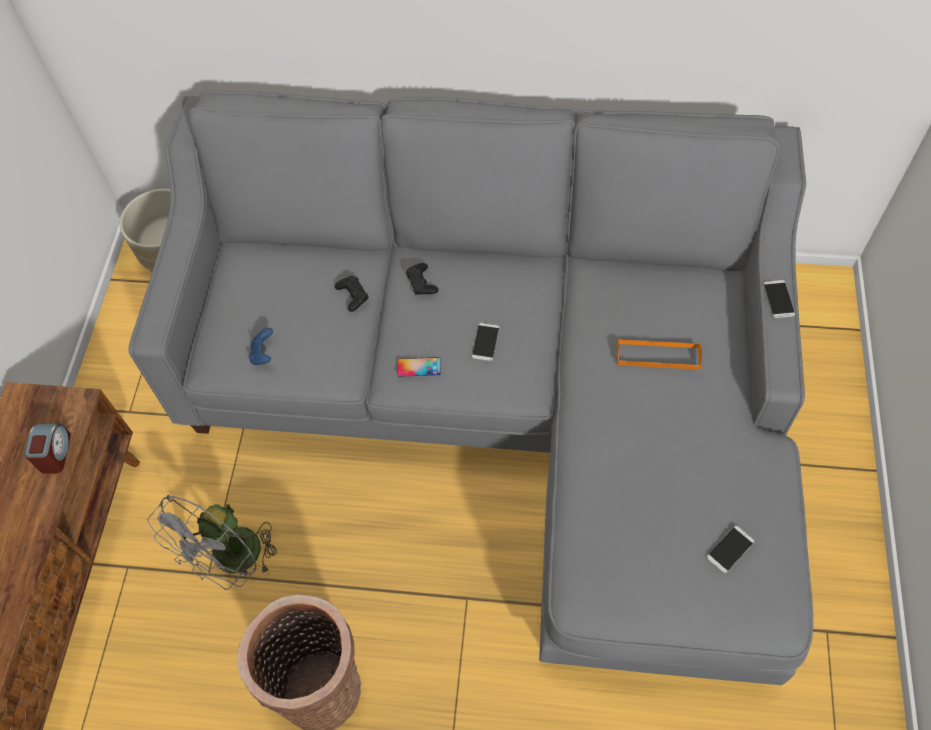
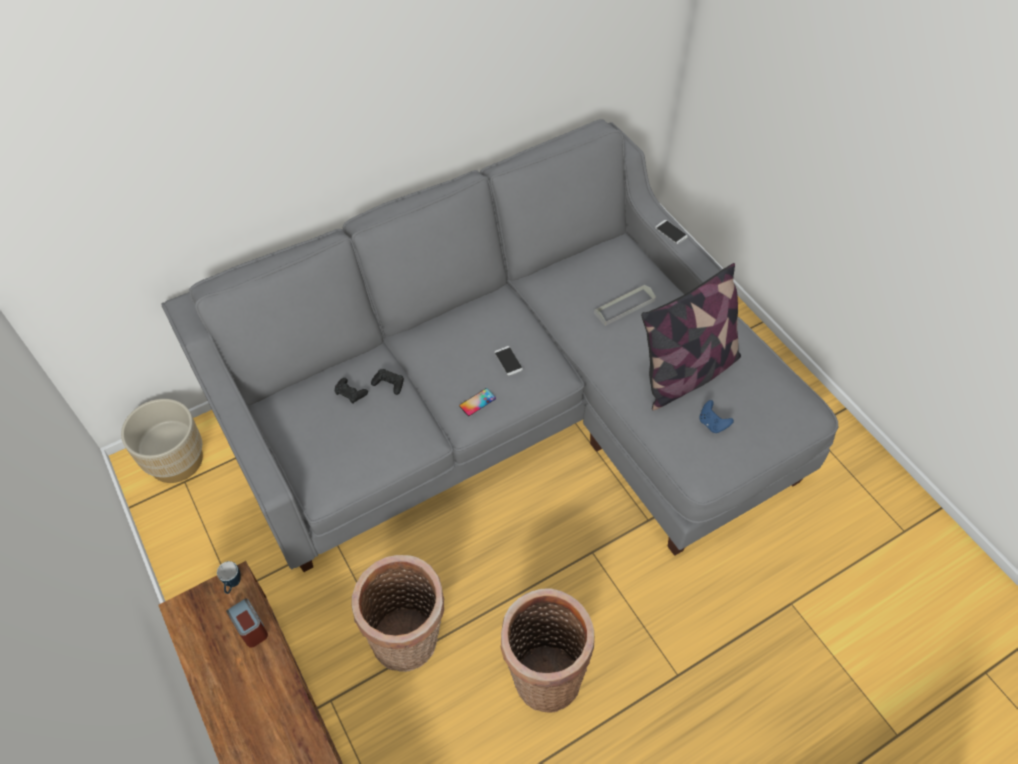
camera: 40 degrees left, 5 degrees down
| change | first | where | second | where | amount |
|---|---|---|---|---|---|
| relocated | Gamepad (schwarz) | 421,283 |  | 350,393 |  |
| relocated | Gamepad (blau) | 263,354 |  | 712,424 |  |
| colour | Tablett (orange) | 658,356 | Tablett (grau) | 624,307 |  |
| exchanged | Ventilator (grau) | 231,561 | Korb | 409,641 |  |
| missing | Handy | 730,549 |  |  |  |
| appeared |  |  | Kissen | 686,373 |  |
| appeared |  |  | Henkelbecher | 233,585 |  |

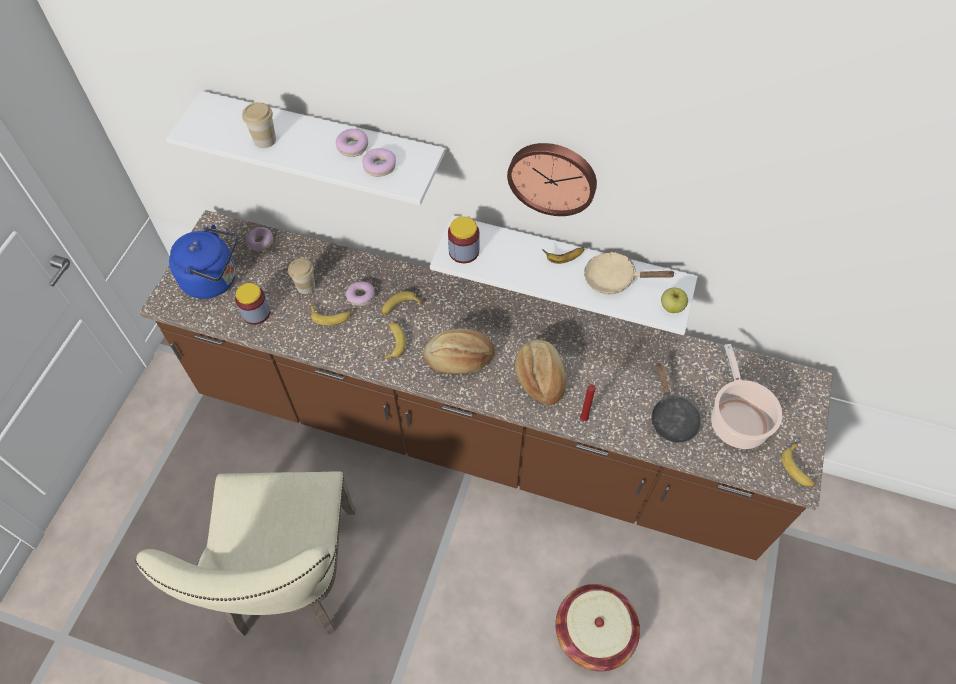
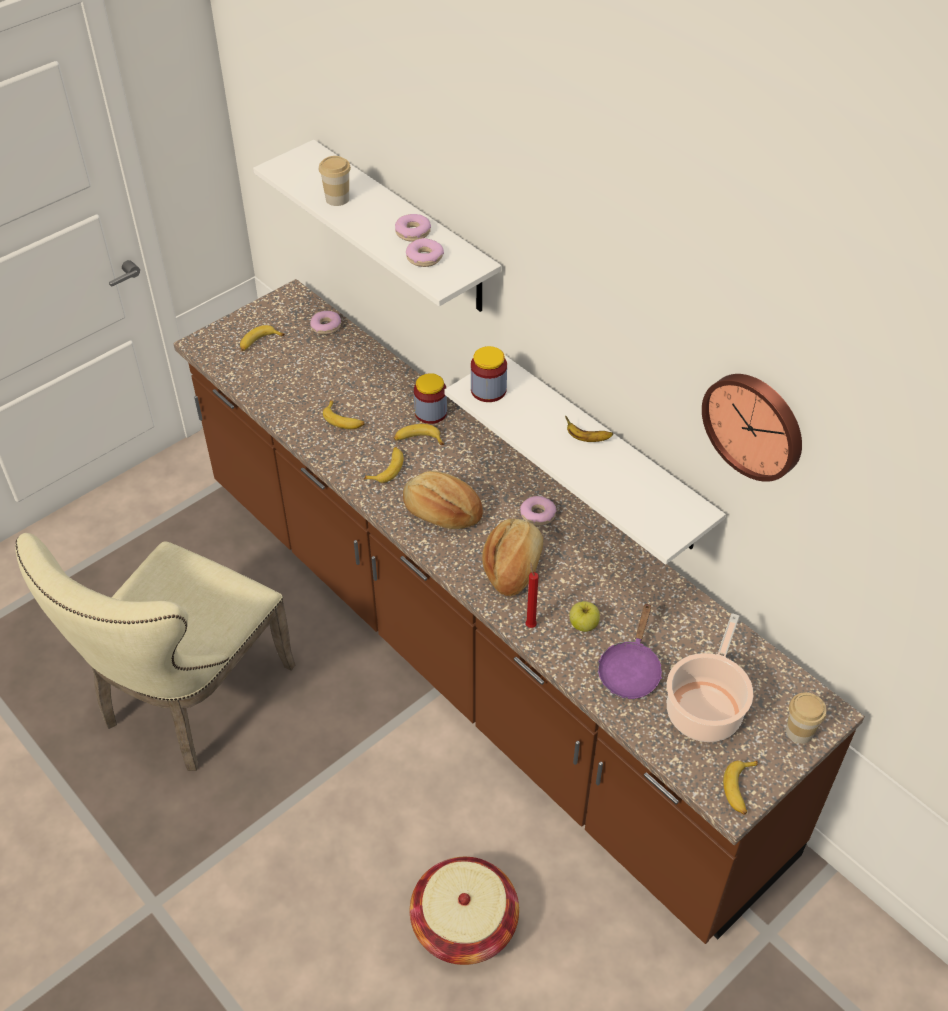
camera: 30 degrees right, 10 degrees down
| change | first | where | second | where | amount |
|---|---|---|---|---|---|
| relocated | Wanduhr | 553,177 |  | 755,424 |  |
| exchanged | Wasserkessel (blau) | 214,280 | Banane | 259,342 |  |
| missing | Pfanne (beige) | 615,279 |  |  |  |
| relocated | Tasse | 306,286 |  | 799,731 |  |
| relocated | Donut | 361,296 |  | 538,515 |  |
| relocated | Vorratsglas | 256,313 |  | 430,412 |  |
| relocated | Apfel | 671,307 |  | 583,624 |  |
| colour | Pfanne (schwarz) | 671,417 | Pfanne (lila) | 630,670 |  |

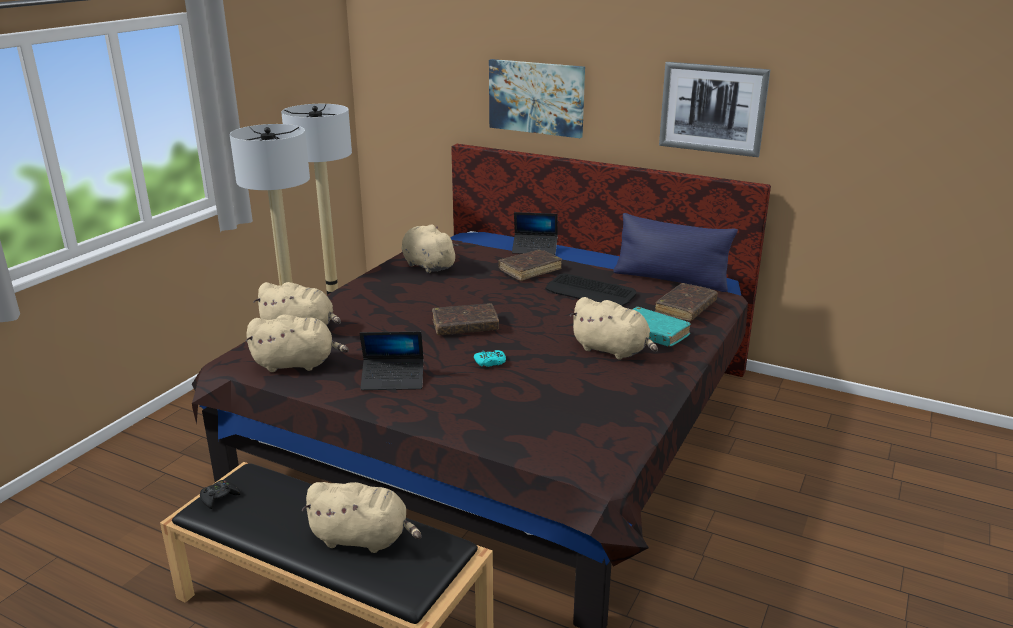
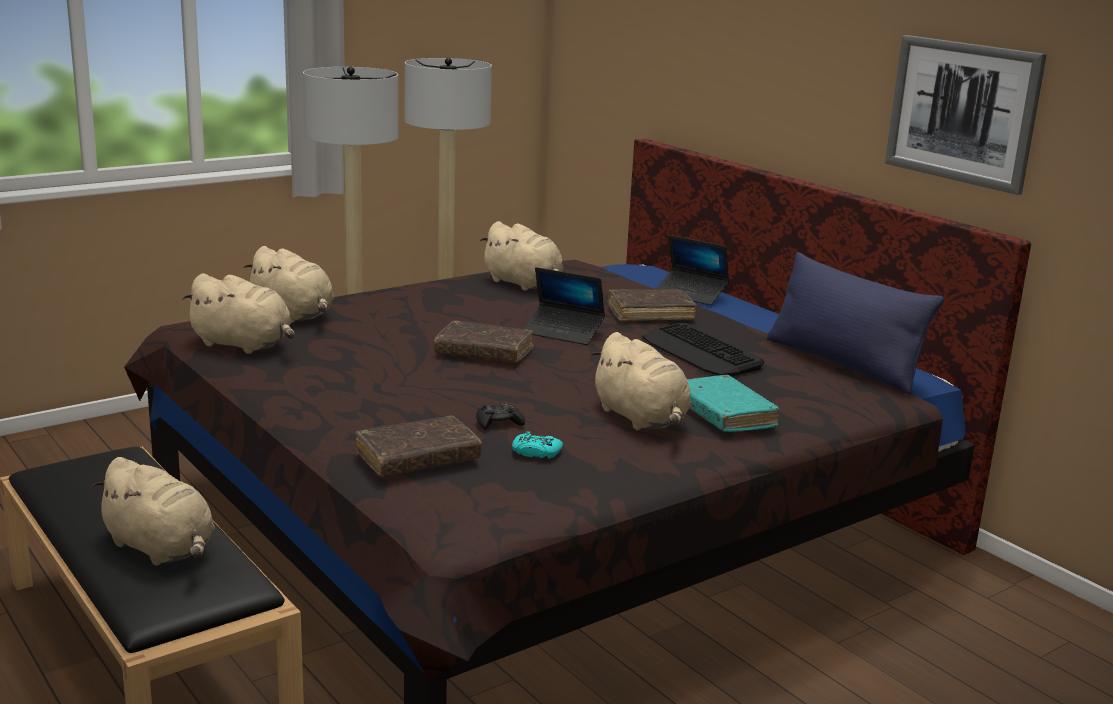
camera: 25 degrees right, 5 degrees down
| change | first | where | second | where | amount |
|---|---|---|---|---|---|
| missing | Bild | 536,97 |  |  |  |
| spun | Plüschtier (beige) | 427,266 |  | 524,284 | 150 degrees clockwise |
| relocated | Buch (braun) | 685,308 |  | 418,458 |  |
| relocated | Laptop | 393,380 |  | 563,332 |  |
| relocated | Gamepad (türkis) | 490,362 |  | 536,452 |  |
| relocated | Gamepad (schwarz) | 219,497 |  | 498,423 |  |

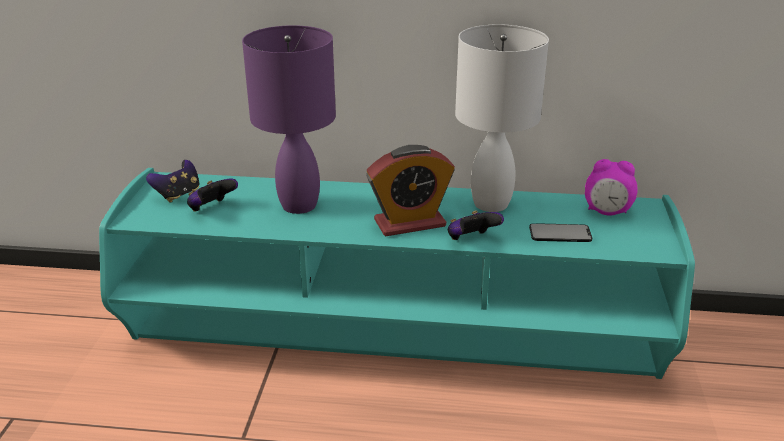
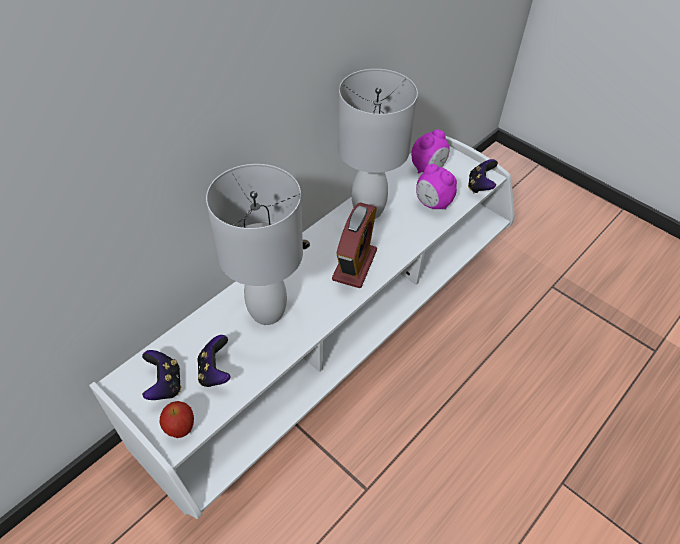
camera: 55 degrees left, 20 degrees up
| change | first | where | second | where | amount |
|---|---|---|---|---|---|
| colour | Tischlampe (lila) | 300,205 | Tischlampe (weiß) | 267,310 |  |
| colour | Fernsehschrank (türkis) | 393,337 | Fernsehschrank (weiß) | 337,341 |  |
| relocated | Gamepad | 471,240 |  | 480,186 |  |
| exchanged | Handy | 560,233 | Wecker | 432,204 |  |
| appeared |  |  | Apfel | 181,429 |  |

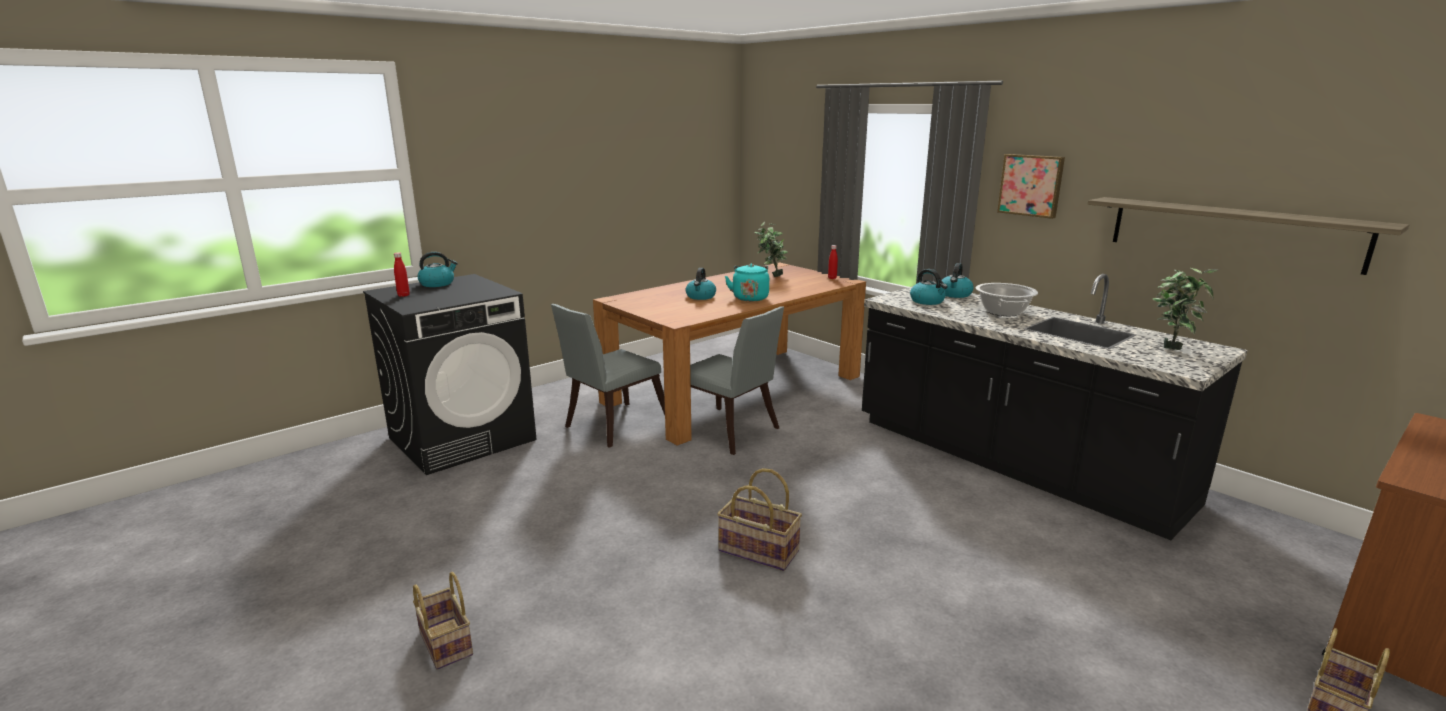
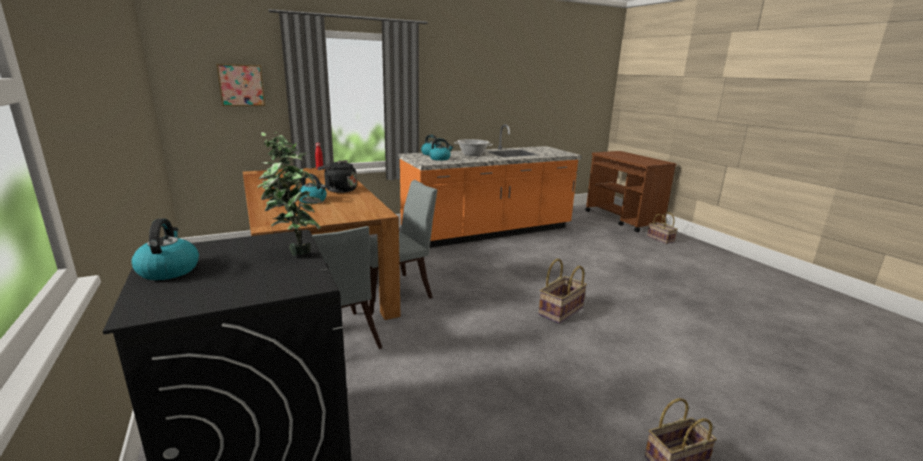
camera: 75 degrees left, 0 degrees up
| change | first | where | second | where | amount |
|---|---|---|---|---|---|
| relocated | Bild | 1031,185 |  | 241,85 |  |
| missing | Wandregal | 1231,232 |  |  |  |
| missing | Flasche (rot) | 403,295 |  |  |  |
| colour | Wasserkessel (türkis) | 750,297 | Wasserkessel (schwarz) | 339,190 |  |
| relocated | Topfpflanze | 1171,347 |  | 295,251 |  |
| colour | Küchenzeile (schwarz) | 1013,461 | Küchenzeile (orange) | 488,232 |  |

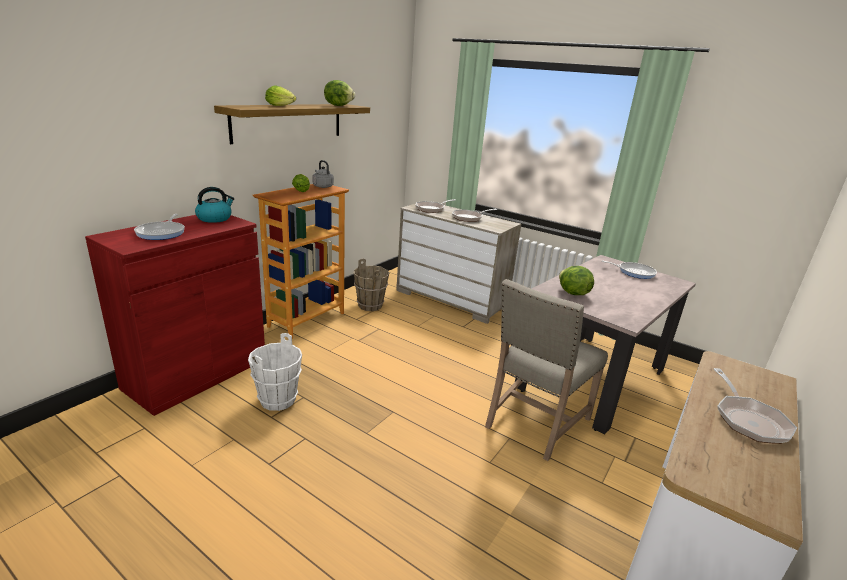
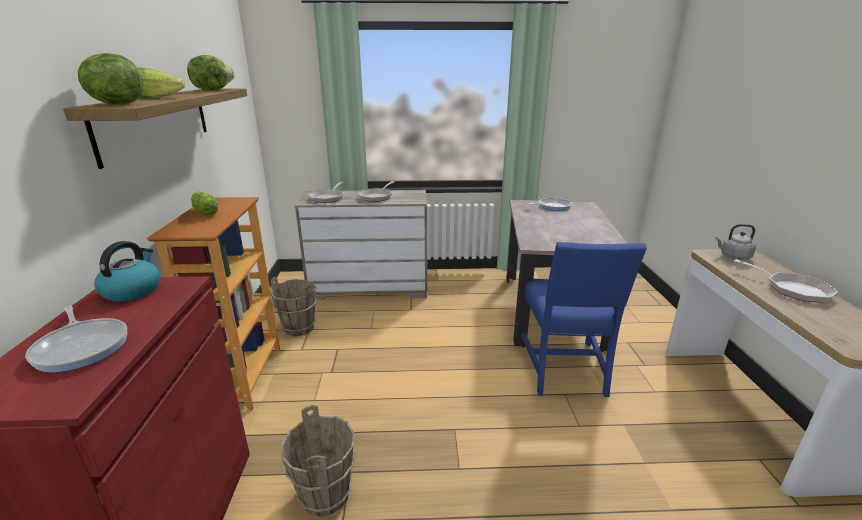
camera: 35 degrees left, 0 degrees up
| change | first | where | second | where | amount |
|---|---|---|---|---|---|
| relocated | Wasserkessel (grau) | 322,186 |  | 733,256 |  |
| relocated | Salatkopf | 572,293 |  | 116,105 |  |
| colour | Stuhl (beige) | 534,423 | Stuhl (blau) | 563,369 |  |
| colour | Eimer (weiß) | 278,400 | Eimer (braun) | 326,494 |  |

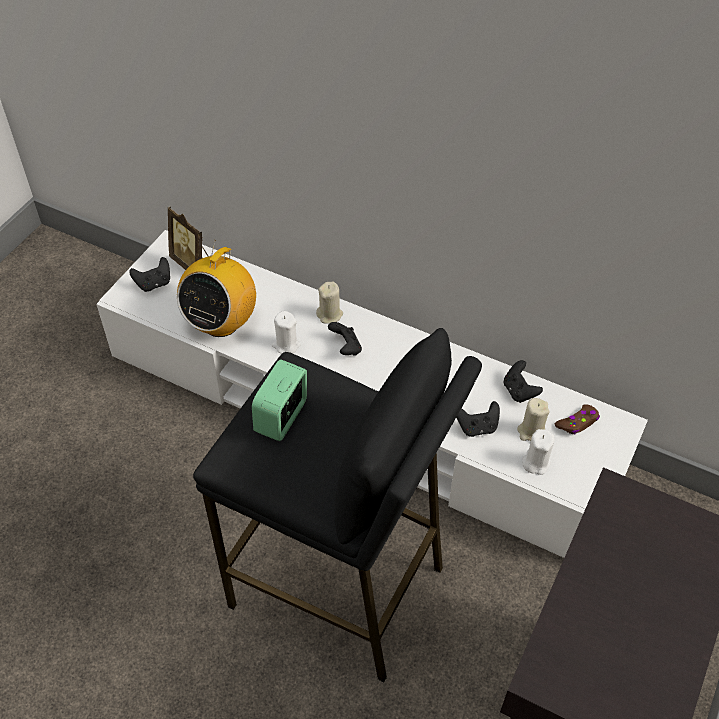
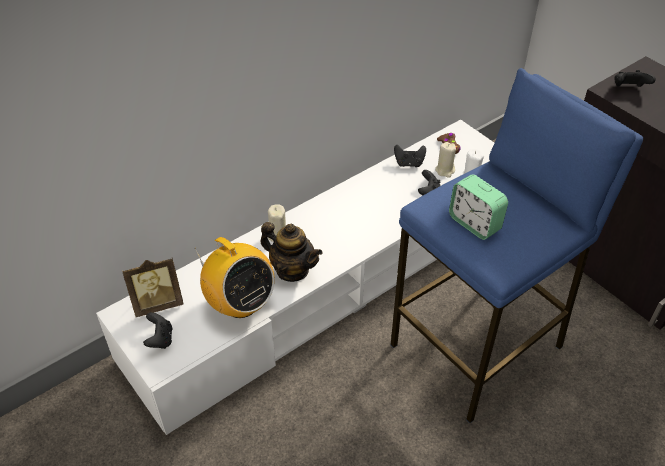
camera: 65 degrees left, 5 degrees down
| change | first | where | second | where | amount |
|---|---|---|---|---|---|
| exchanged | Kerze (weiß) | 286,345 | Teekanne | 292,270 |  |
| relocated | Gamepad (schwarz) | 346,348 |  | 629,89 |  |
| colour | Hocker (schwarz) | 337,586 | Hocker (blau) | 478,347 |  |

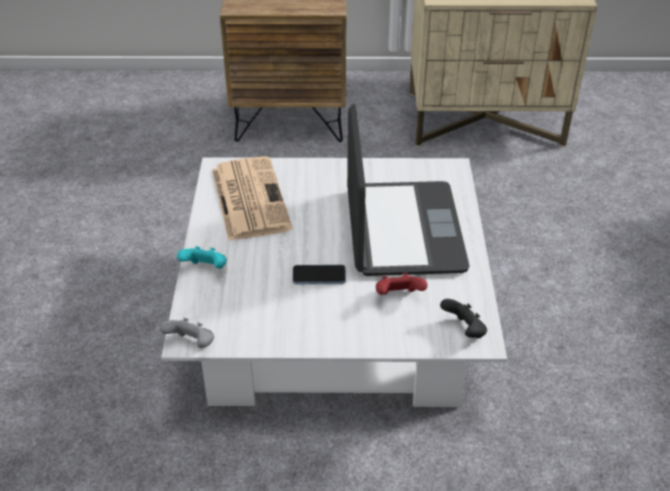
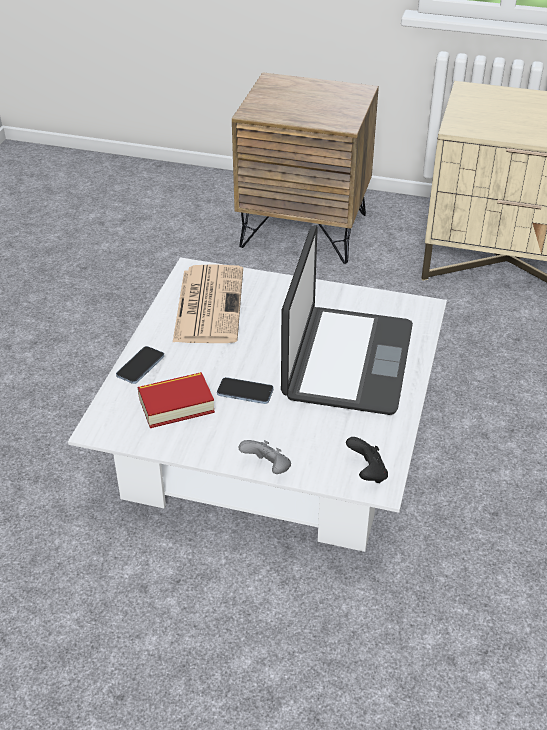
camera: 15 degrees right, 0 degrees up
| change | first | where | second | where | amount |
|---|---|---|---|---|---|
| exchanged | Gamepad (türkis) | 206,269 | Handy | 140,366 |  |
| missing | Gamepad (rot) | 398,297 |  |  |  |
| relocated | Gamepad (grau) | 191,344 |  | 267,468 |  |
| appeared |  |  | Buch | 176,405 |  |

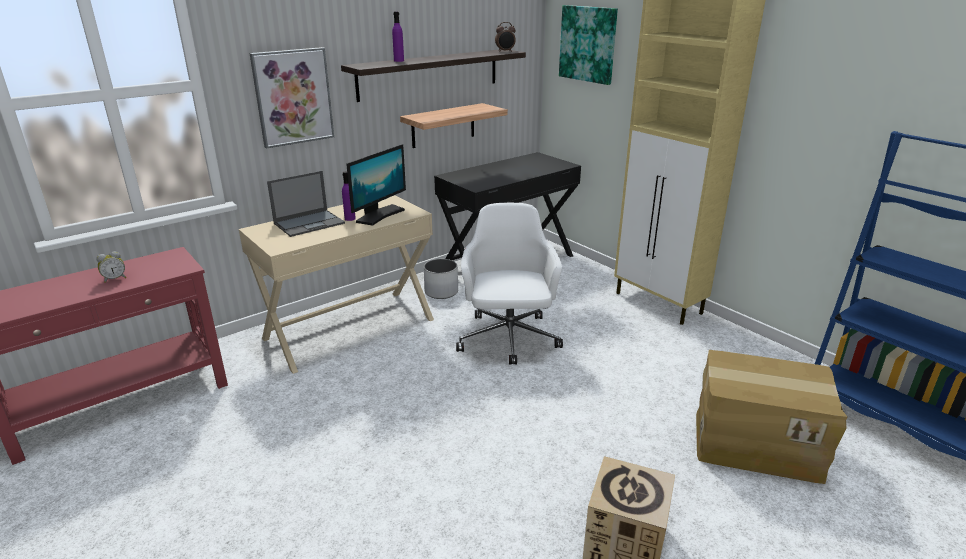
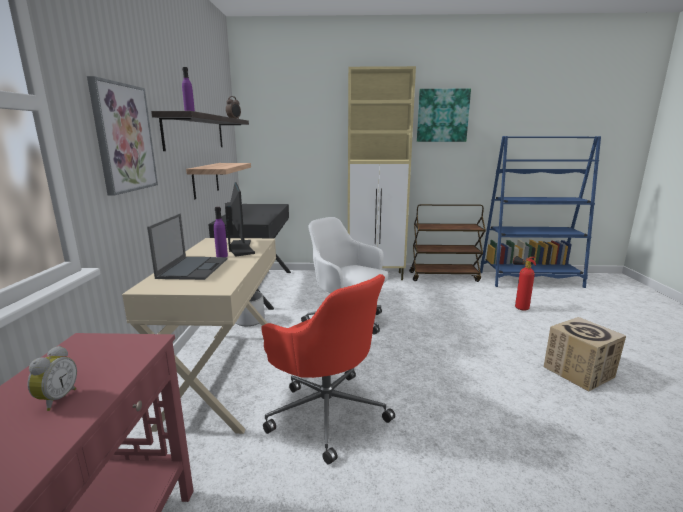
camera: 50 degrees left, 10 degrees down
| change | first | where | second | where | amount |
|---|---|---|---|---|---|
| relocated | Bild | 588,44 |  | 442,115 |  |
| exchanged | Karton | 756,443 | Feuerlöscher | 518,308 |  |
| appeared |  |  | Rollwagen (braun) | 444,276 |  |
| appeared |  |  | Bürostuhl (rot) | 326,411 |  |

